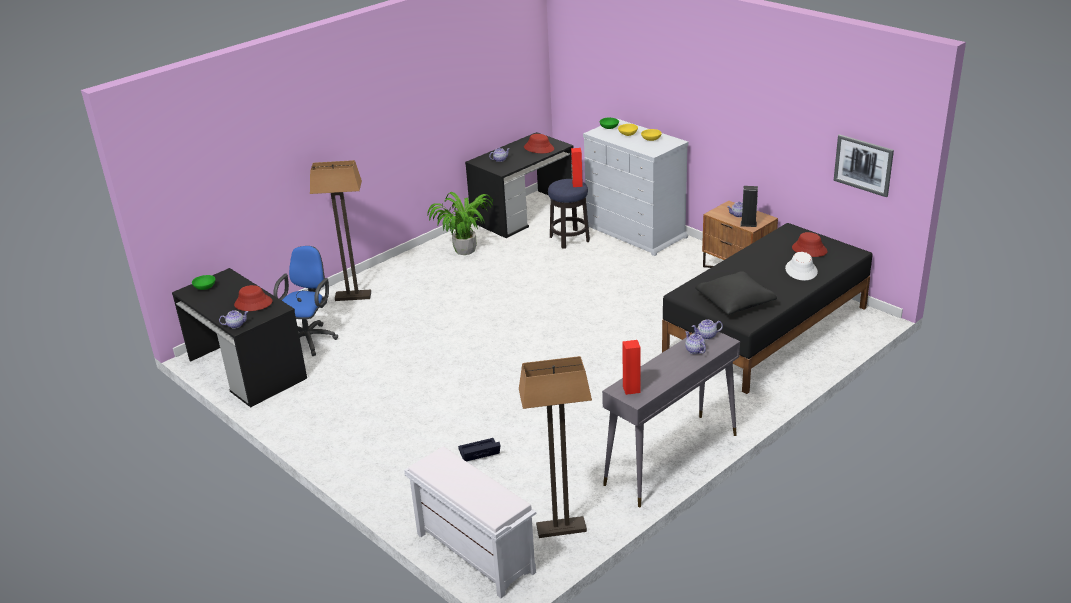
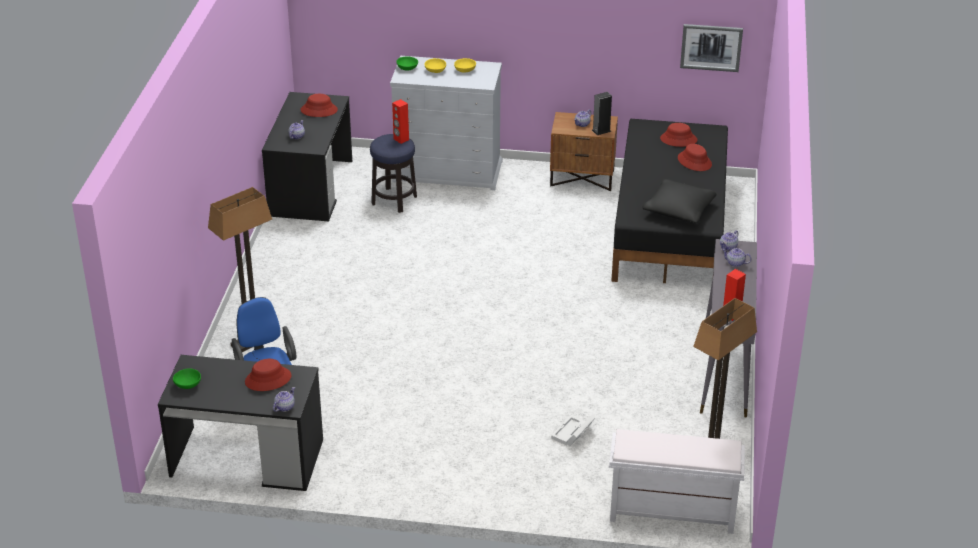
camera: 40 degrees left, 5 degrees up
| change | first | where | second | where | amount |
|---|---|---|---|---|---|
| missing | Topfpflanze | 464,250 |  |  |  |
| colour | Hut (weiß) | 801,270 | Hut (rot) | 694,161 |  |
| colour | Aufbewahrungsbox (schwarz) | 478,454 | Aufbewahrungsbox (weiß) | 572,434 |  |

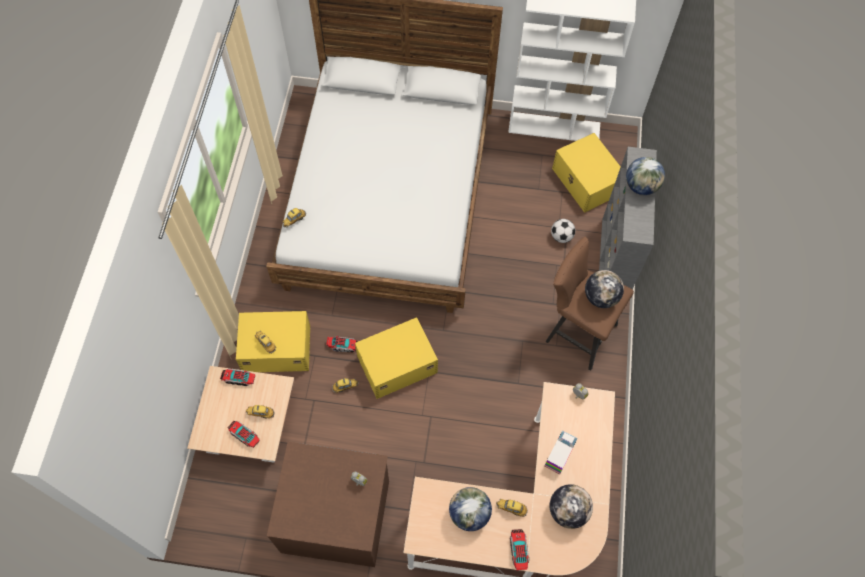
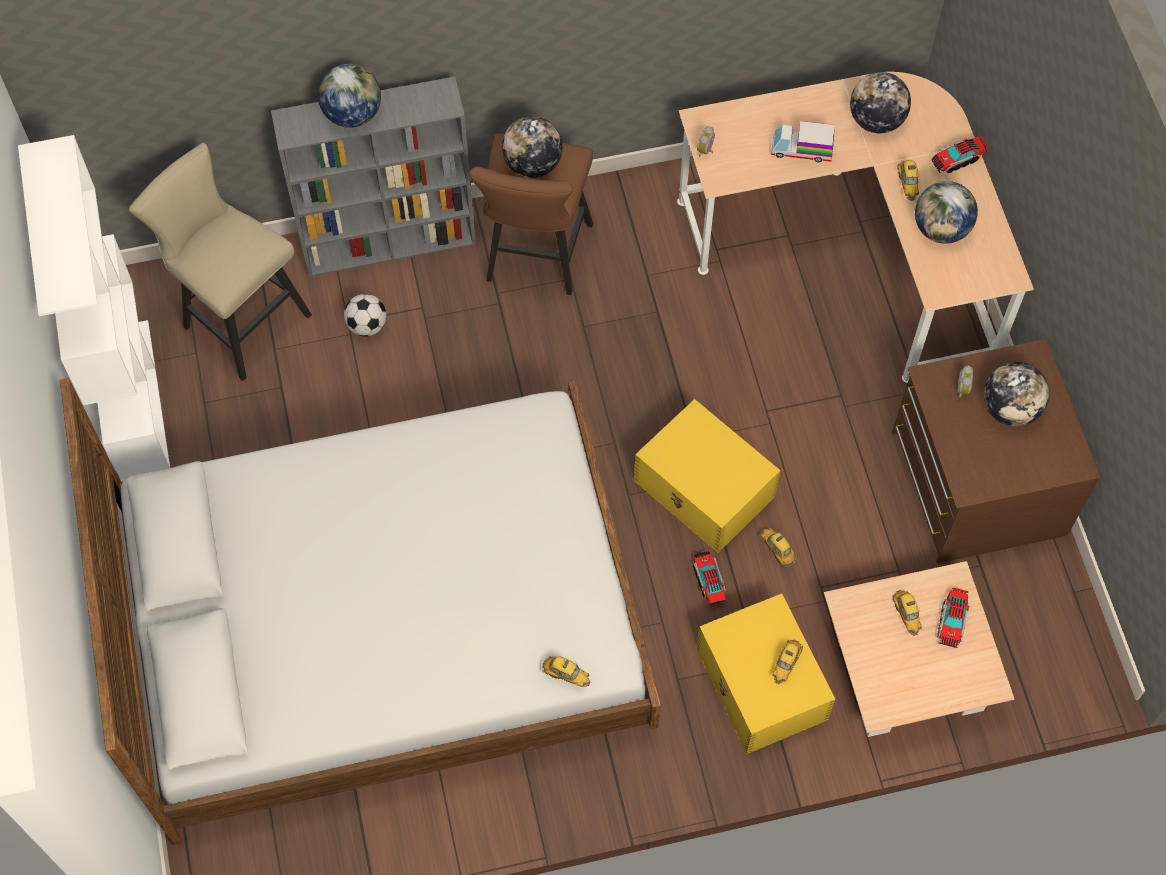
camera: 110 degrees left, 0 degrees up
| change | first | where | second | where | amount |
|---|---|---|---|---|---|
| exchanged | Aufbewahrungsbox (gelb) | 586,182 | Hocker (beige) | 239,318 |  |
| missing | Spielzeuglaster | 239,379 |  |  |  |
| appeared |  |  | Globus | 1010,409 |  |

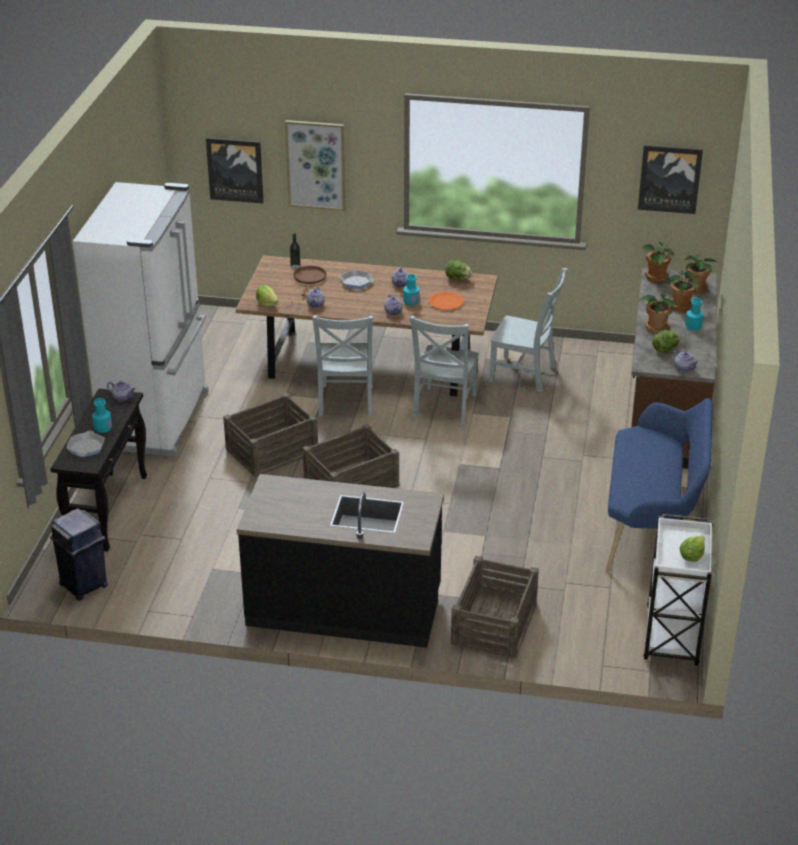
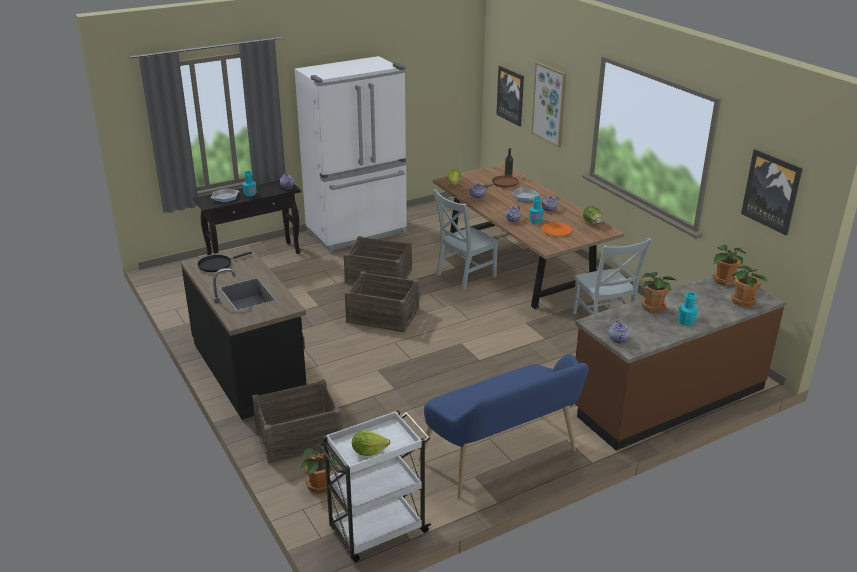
camera: 50 degrees right, 5 degrees down
| change | first | where | second | where | amount |
|---|---|---|---|---|---|
| relocated | Topfpflanze | 681,307 |  | 320,486 |  |
| missing | Stuhl (grau) | 444,407 |  |  |  |
| missing | Salatkopf | 665,349 |  |  |  |
| missing | Mülleimer (blau) | 84,585 |  |  |  |
| appeared |  |  | Pfanne (schwarz) | 217,265 |  |

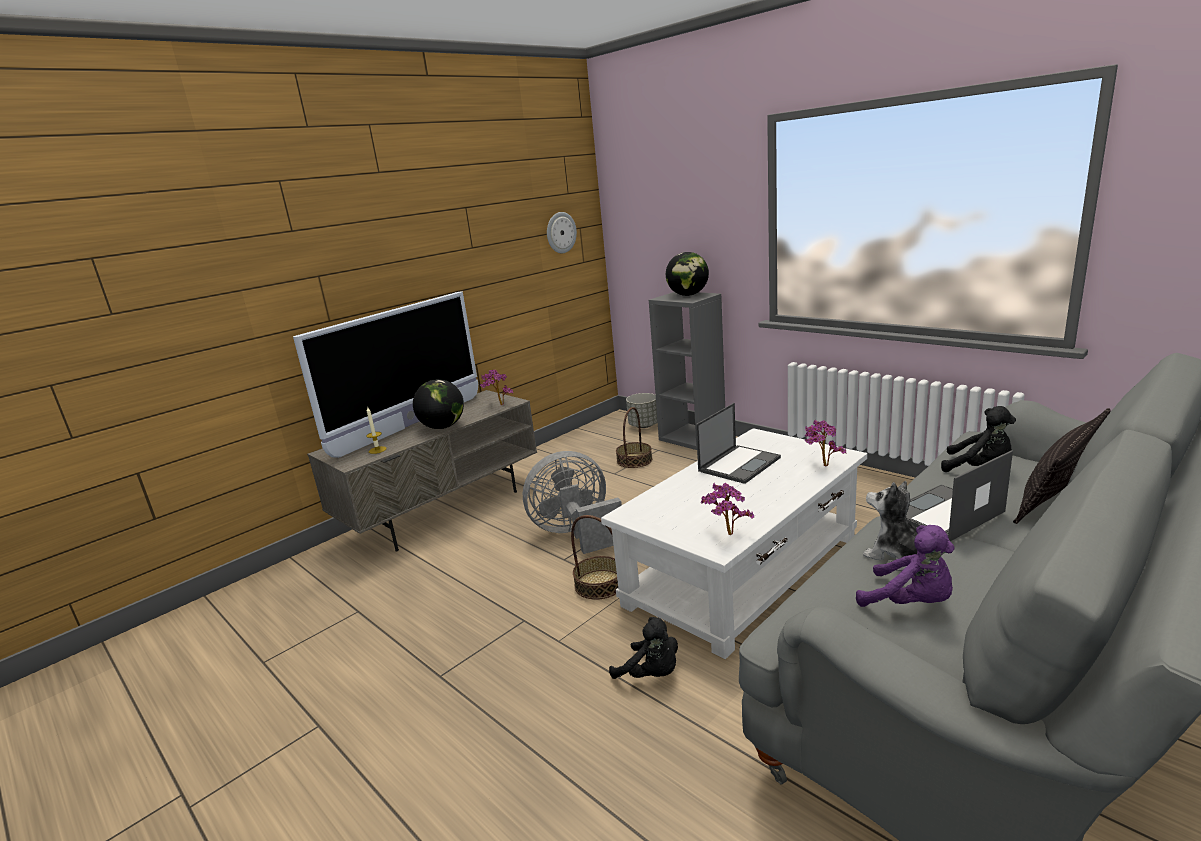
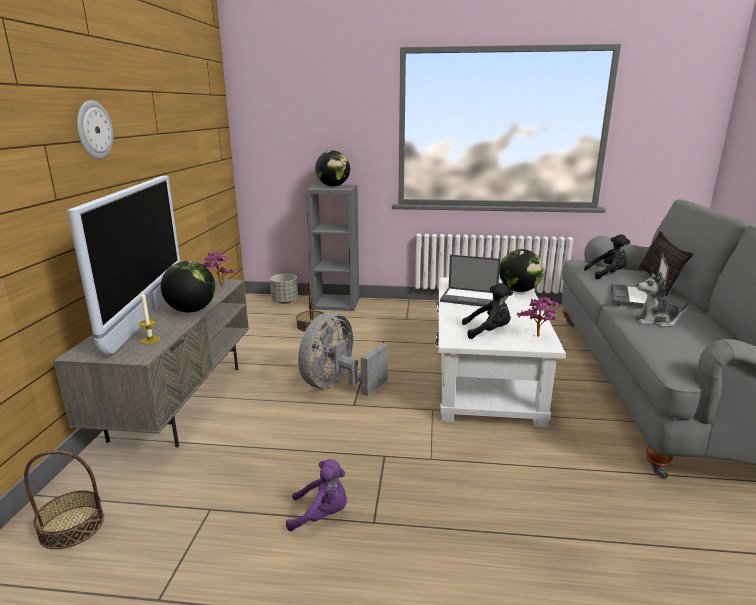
camera: 40 degrees left, 0 degrees up
| change | first | where | second | where | amount |
|---|---|---|---|---|---|
| relocated | Wanduhr | 560,232 |  | 93,130 |  |
| spun | Laptop | 739,464 |  | 470,298 | 105 degrees clockwise |
| exchanged | Topfpflanze | 822,466 | Globus | 519,290 |  |
| relocated | Korb | 599,584 |  | 72,526 |  |
| relocated | Plüschtier (lila) | 910,603 |  | 321,515 |  |
| relocated | Plüschtier (schwarz) | 651,674 |  | 488,331 |  |

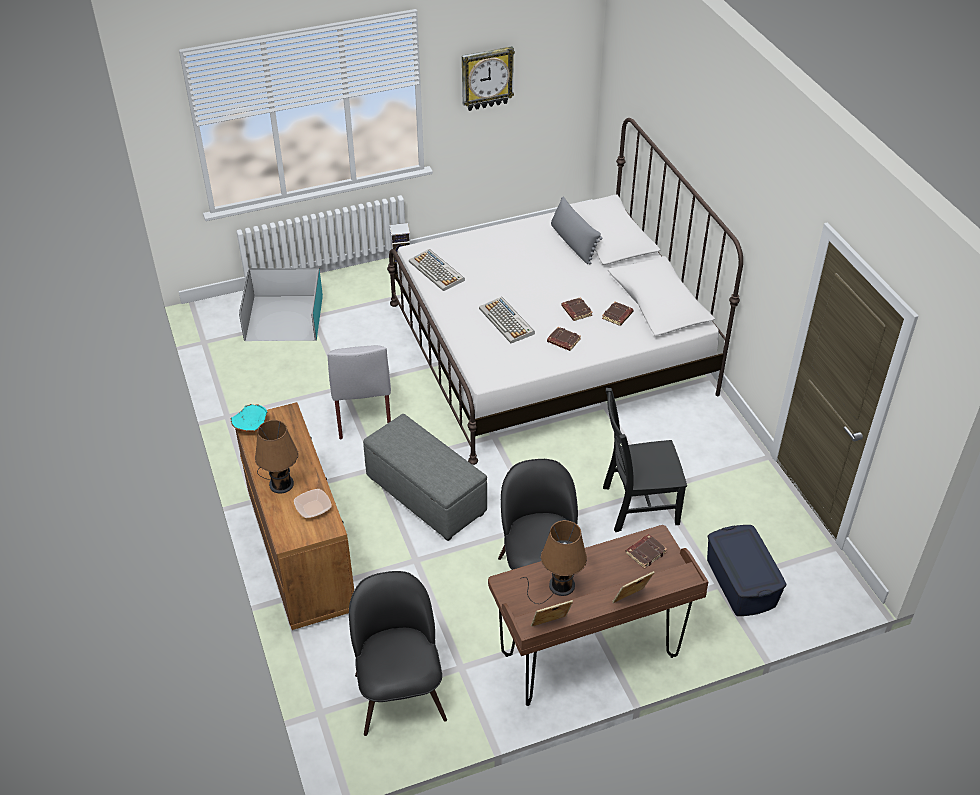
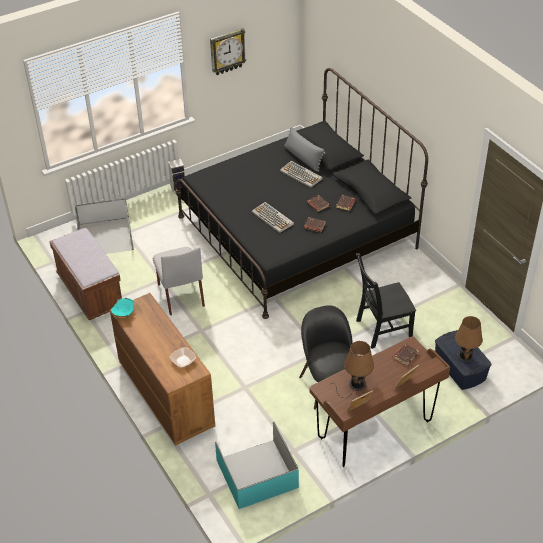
camera: 10 degrees left, 0 degrees up
| change | first | where | second | where | amount |
|---|---|---|---|---|---|
| colour | Bett (weiß) | 549,347 | Bett (schwarz) | 296,232 |  |
| relocated | Tastatur | 437,271 |  | 301,175 |  |
| missing | Polsterhocker (grau) | 425,495 |  |  |  |
| relocated | Tischlampe (braun) | 280,482 |  | 463,355 |  |
| exchanged | Stuhl (schwarz) | 399,692 | Aufbewahrungsbox (türkis) | 258,473 |  |
| appeared |  |  | Bank (braun) | 90,292 |  |

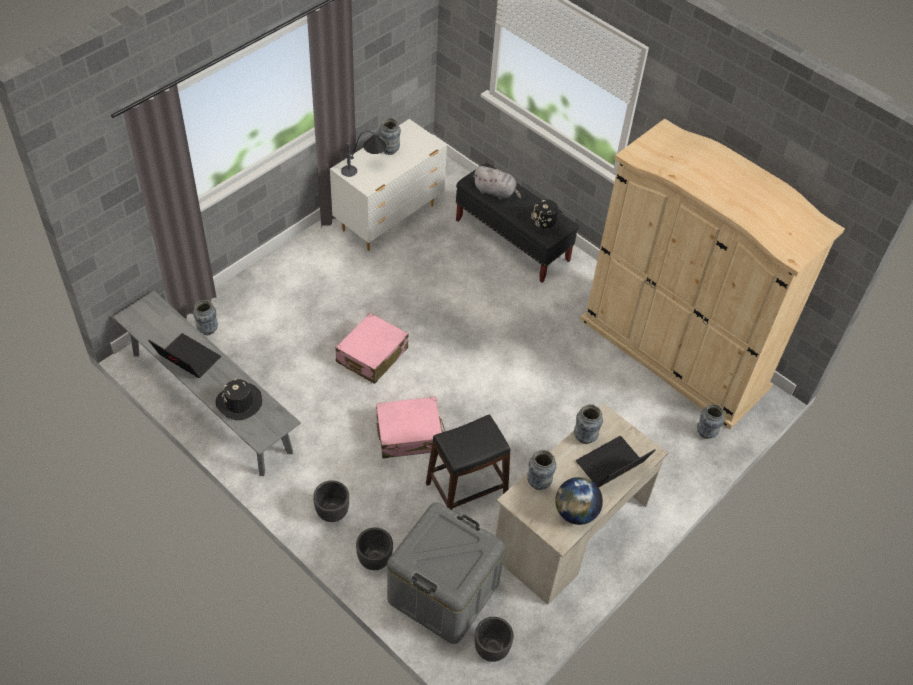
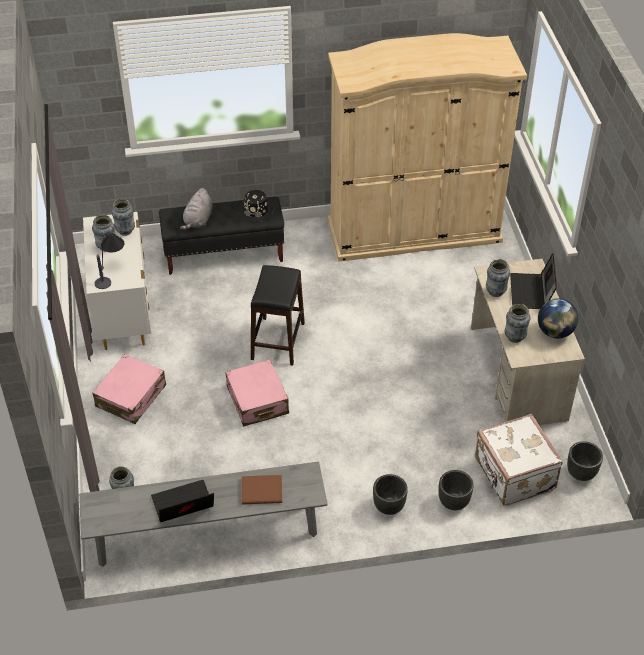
camera: 50 degrees left, 5 degrees down
| change | first | where | second | where | amount |
|---|---|---|---|---|---|
| spun | Plüschtier (grau) | 496,192 |  | 198,220 | 135 degrees clockwise |
| exchanged | Hut (schwarz) | 239,402 | Buch (braun) | 263,492 |  |
| relocated | Koffer (rosa) | 409,434 |  | 131,396 |  |
| relocated | Vase | 706,433 |  | 125,231 |  |
| relocated | Hocker (schwarz) | 466,490 |  | 277,341 |  |
| exchanged | Aufbewahrungsbox (grau) | 443,591 | Koffer (weiß) | 513,475 |  |

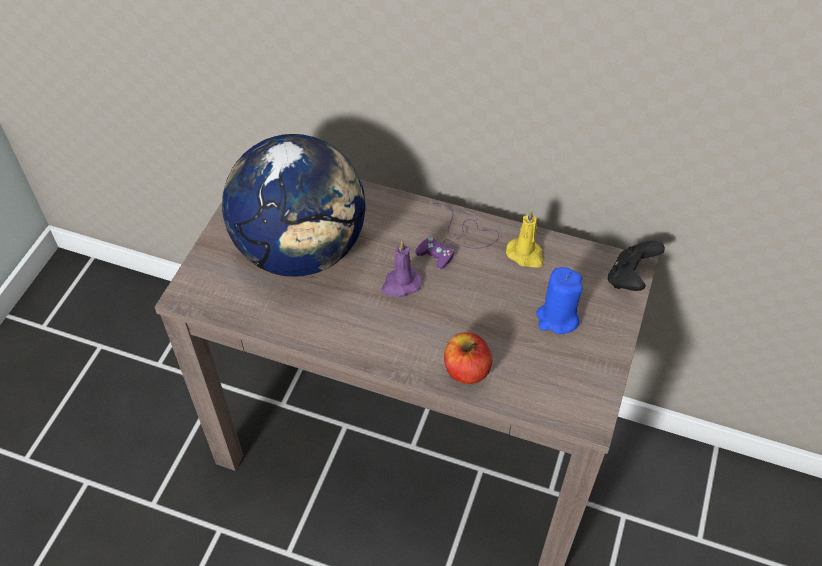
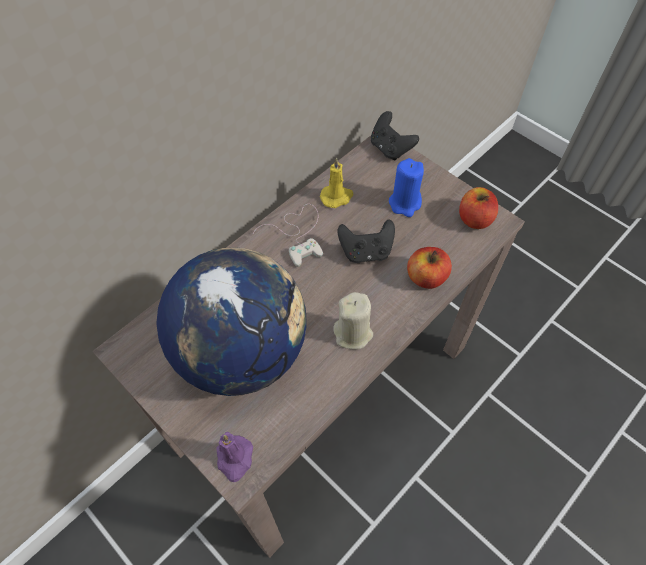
camera: 65 degrees left, 5 degrees up
| change | first | where | second | where | amount |
|---|---|---|---|---|---|
| colour | Gamepad (lila) | 457,240 | Gamepad (weiß) | 298,234 |  |
| relocated | Kerze (lila) | 401,284 |  | 235,459 |  |
| appeared |  |  | Apfel | 474,219 |  |
| appeared |  |  | Gamepad (schwarz) | 366,252 |  |
| appeared |  |  | Kerze (beige) | 353,333 |  |

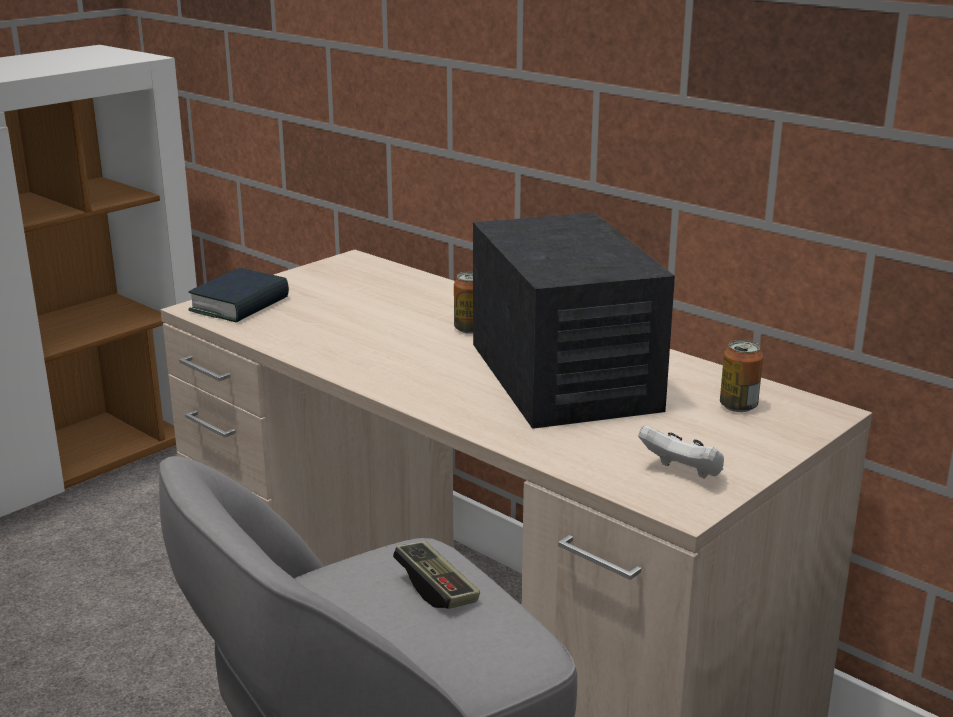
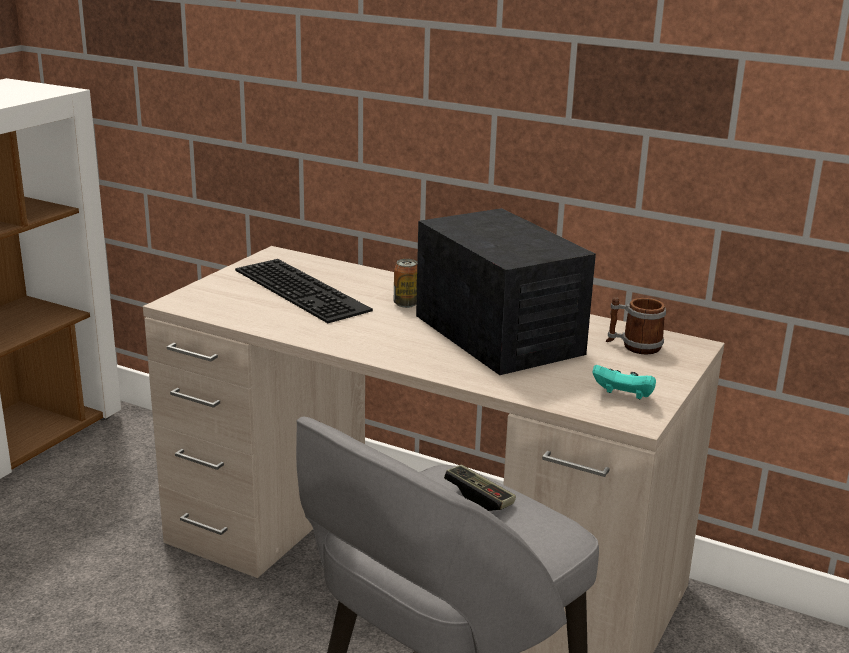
camera: 15 degrees left, 0 degrees up
| change | first | where | second | where | amount |
|---|---|---|---|---|---|
| missing | Buch | 240,304 |  |  |  |
| exchanged | Dose | 738,406 | Henkelbecher | 634,346 |  |
| colour | Gamepad (weiß) | 683,473 | Gamepad (türkis) | 623,397 |  |
| appeared |  |  | Tastatur | 304,289 |  |

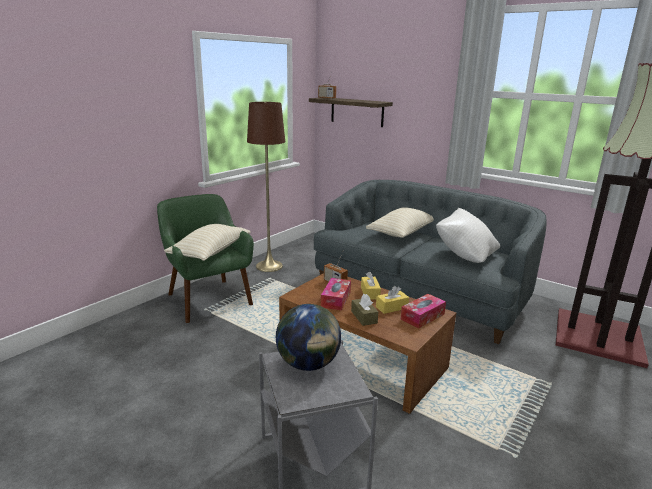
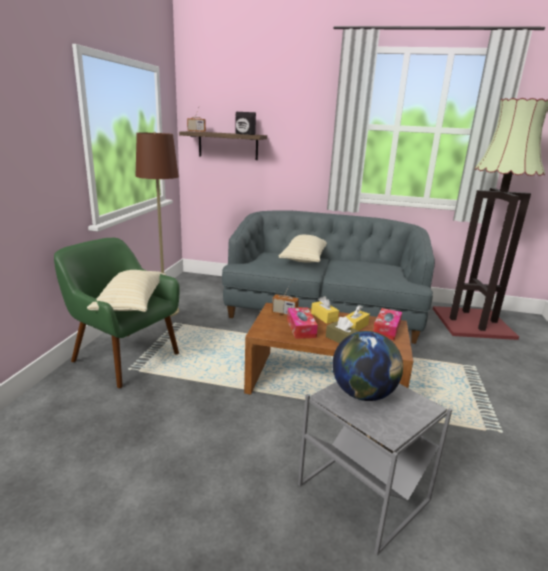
camera: 25 degrees left, 0 degrees up
| change | first | where | second | where | amount |
|---|---|---|---|---|---|
| missing | Kissen (weiß) | 465,255 |  |  |  |
| appeared |  |  | Lautsprecher (schwarz) | 243,134 |  |

